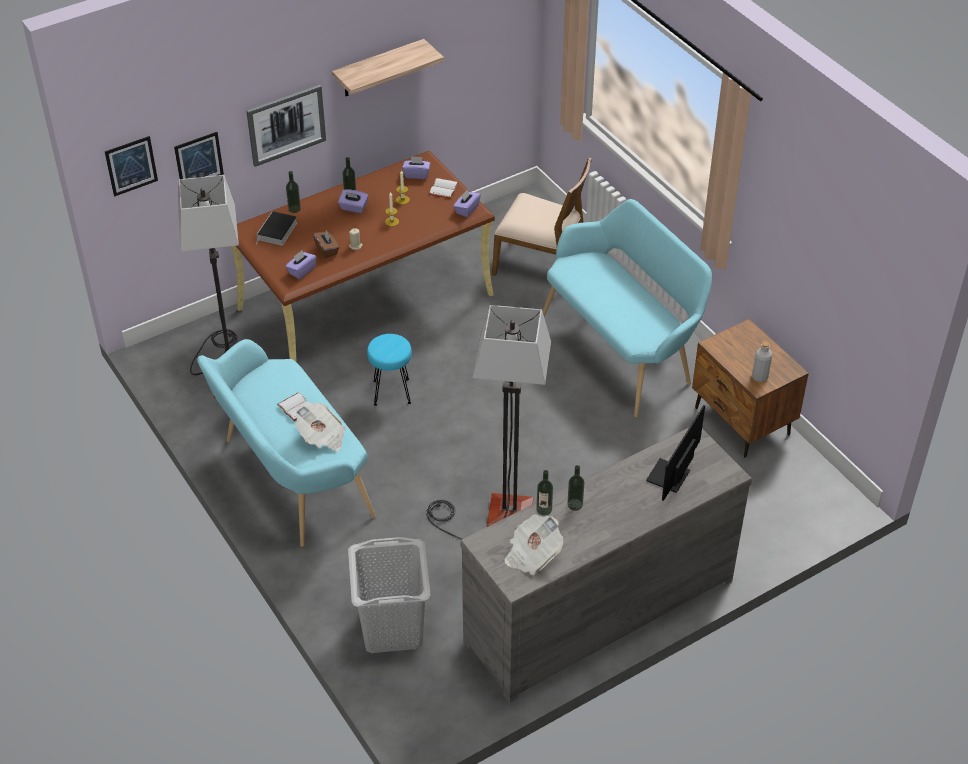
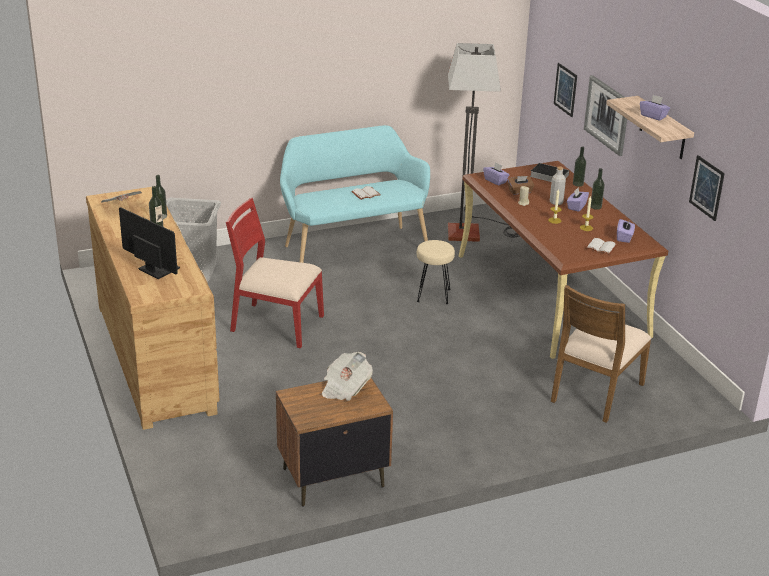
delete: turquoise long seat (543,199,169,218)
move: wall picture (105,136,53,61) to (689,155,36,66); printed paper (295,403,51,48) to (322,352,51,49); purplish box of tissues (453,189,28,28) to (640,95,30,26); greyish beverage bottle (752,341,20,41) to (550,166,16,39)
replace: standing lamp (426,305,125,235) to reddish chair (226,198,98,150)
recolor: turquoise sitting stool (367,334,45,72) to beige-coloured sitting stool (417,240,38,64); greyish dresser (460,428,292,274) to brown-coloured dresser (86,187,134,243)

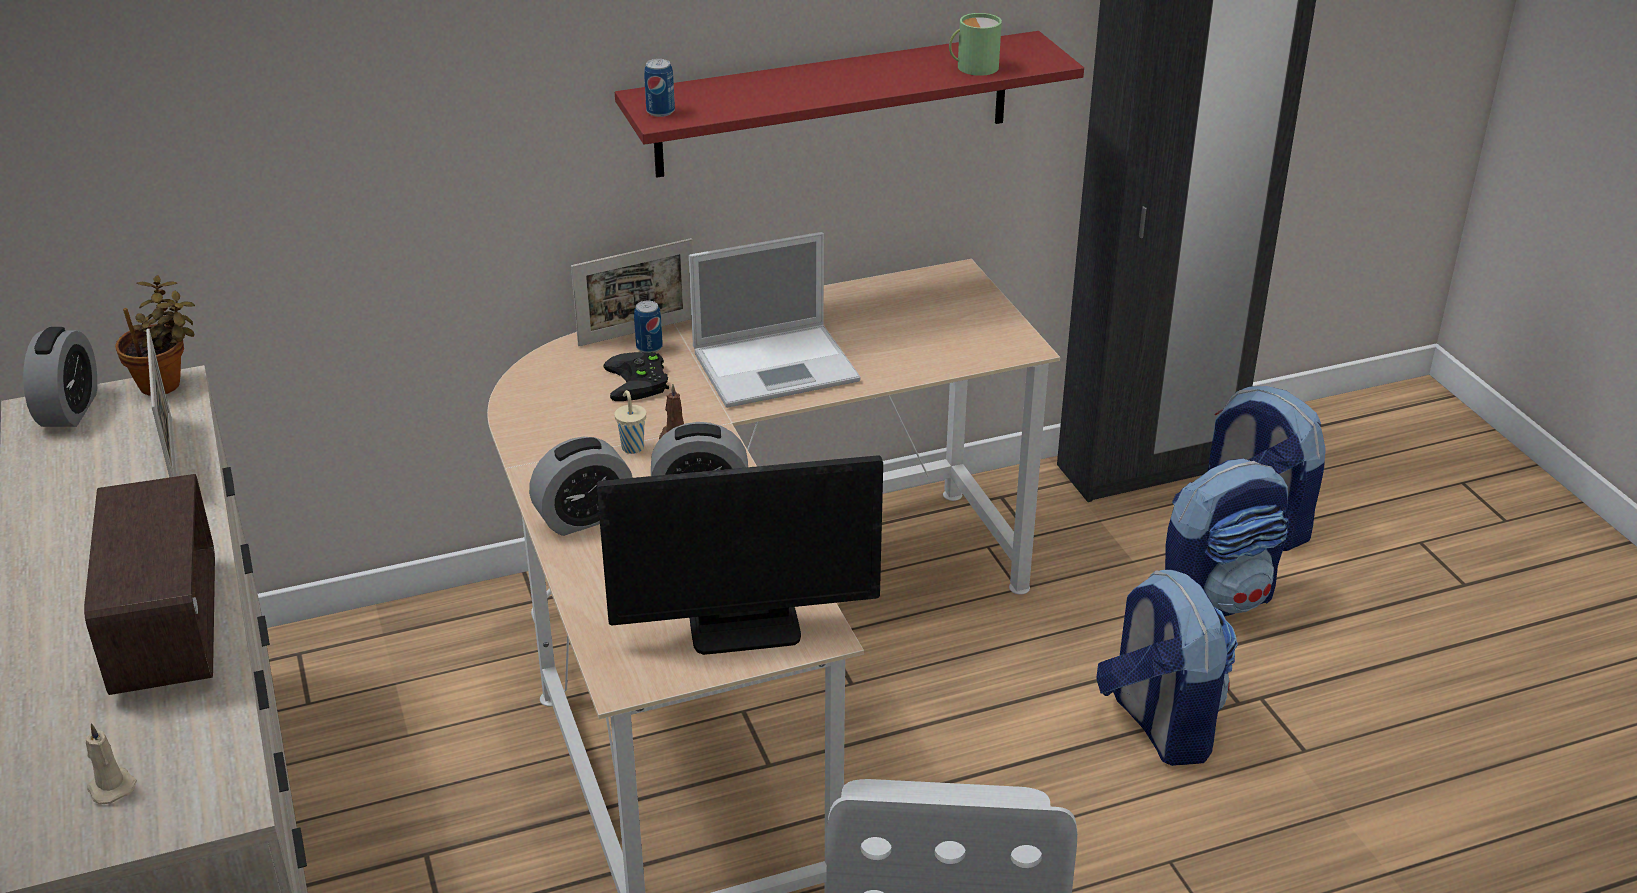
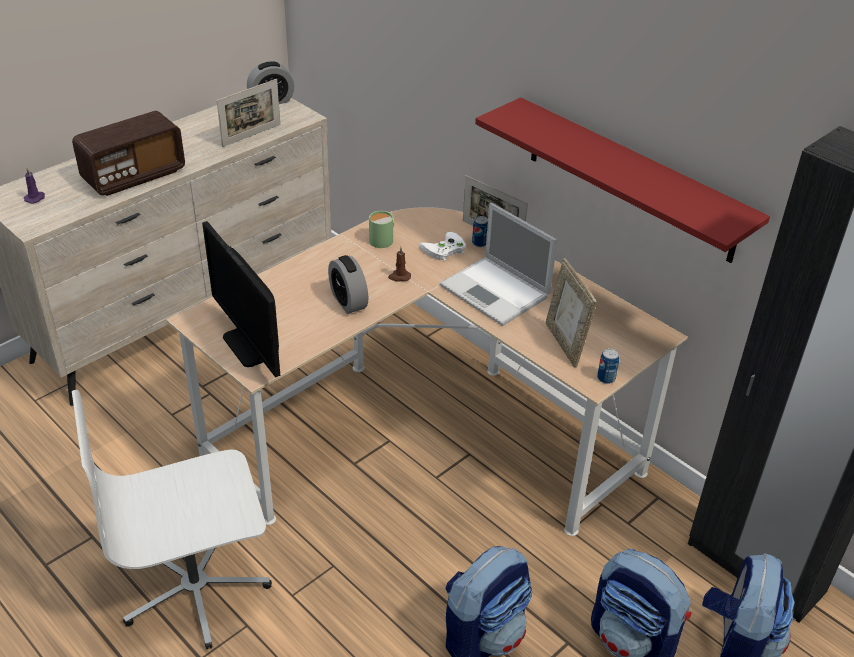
delete: potted plant (115,276,80,120); table clock (529,437,104,99); beige-coloured small cup (614,390,32,64)
insert: standing frame (546,258,51,109)
move: sealed can (644,59,31,58) to (597,348,22,36); greenish coffee mug (949,13,53,63) to (369,211,25,37)
recolor: beige-coloured wax light (86,723,51,81) to purplish wax light (24,168,21,36); blackish game controller (603,352,66,49) to white-coloured game controller (419,232,46,29)

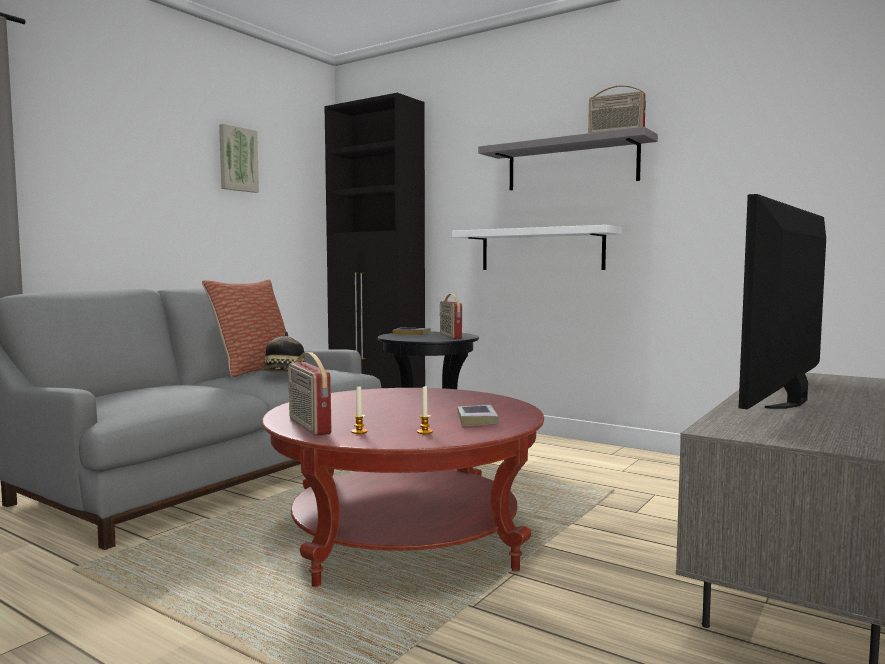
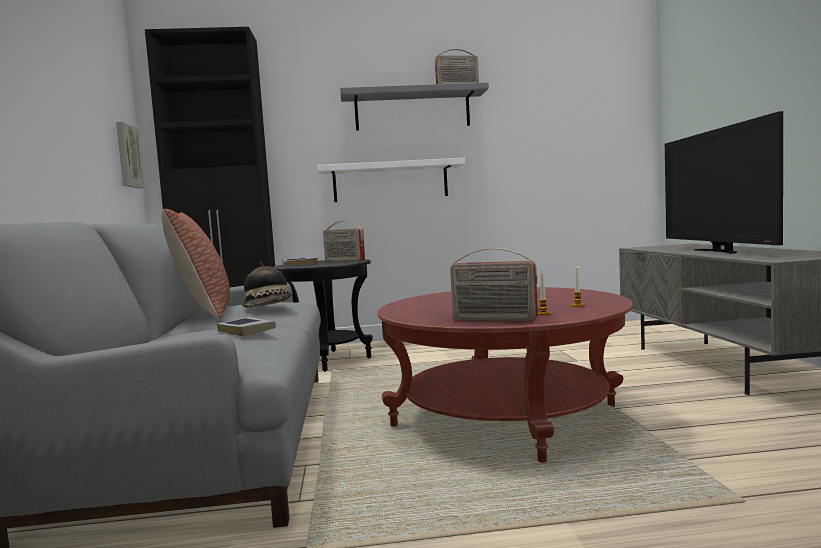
move: wall picture (219,124,40,69) to (116,122,29,66); book (457,405,42,21) to (217,317,59,20)

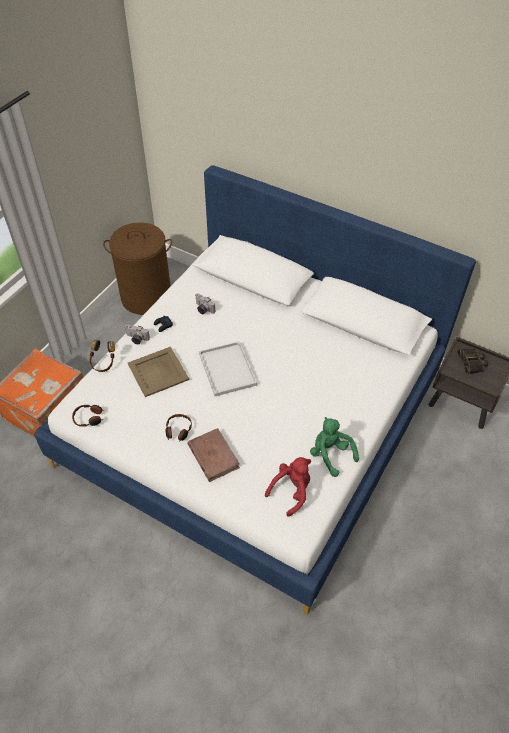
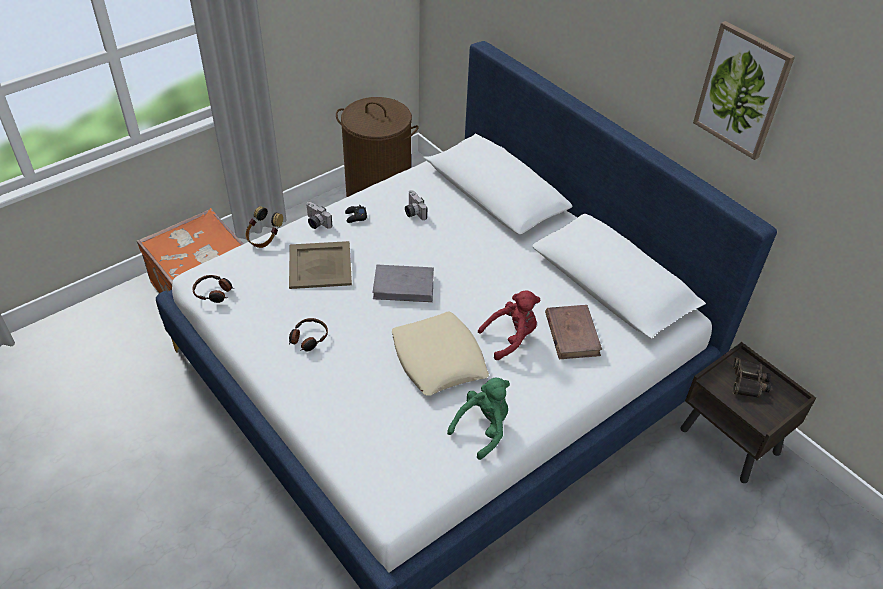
insert: beige-coloured cushion (392,311,97,85); wall picture (693,21,102,139)
move: brown-coloured book (187,428,53,54) to (545,305,57,54); reddish plush toy (265,457,46,60) to (478,291,62,69)
replace: white-coloured serving tray (199,341,58,55) to greyish book (372,265,62,37)
rotate: greenish plush toy (310,417,49,60) = (447,378,63,82) 60 degrees clockwise

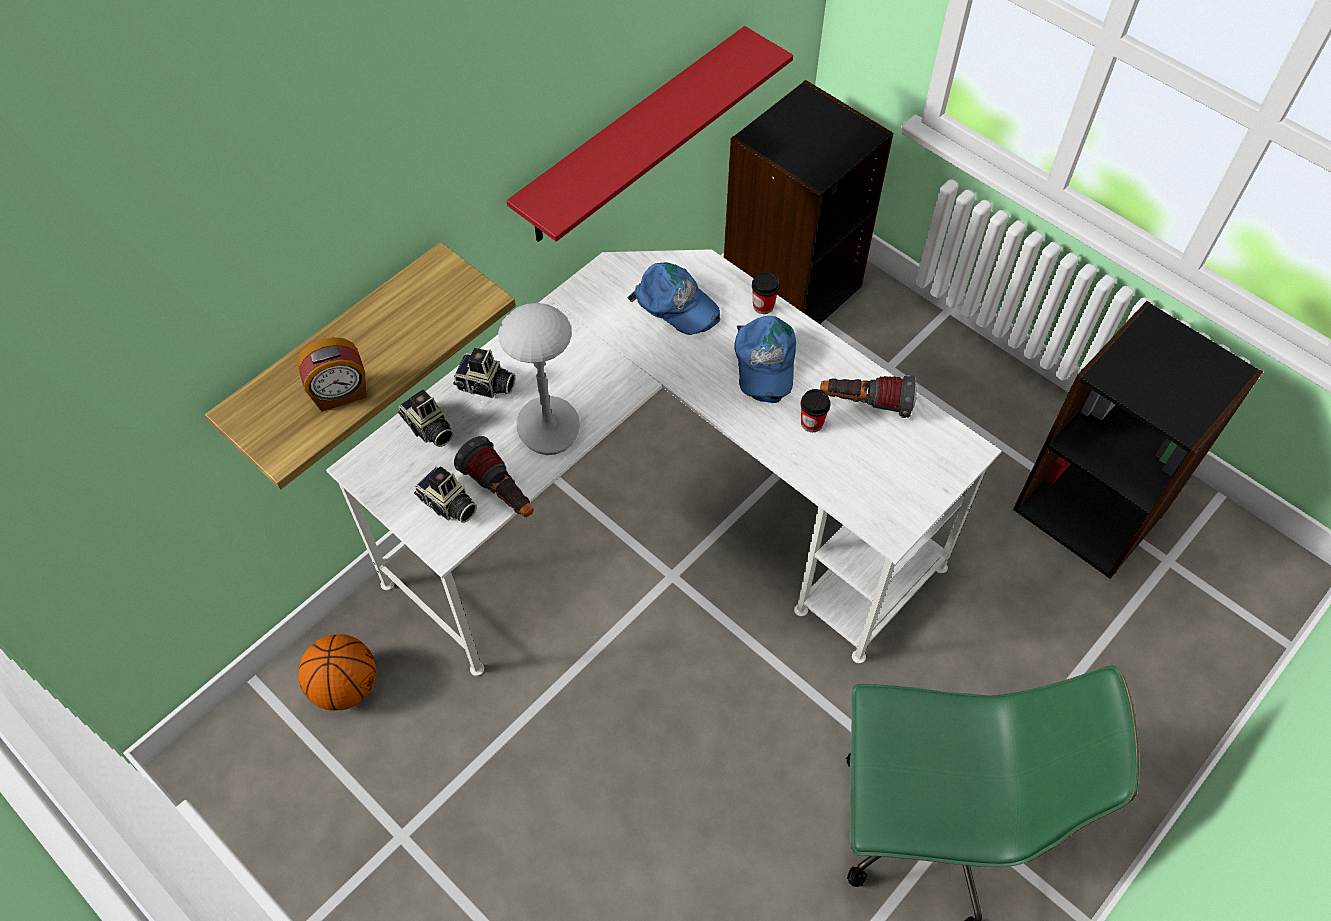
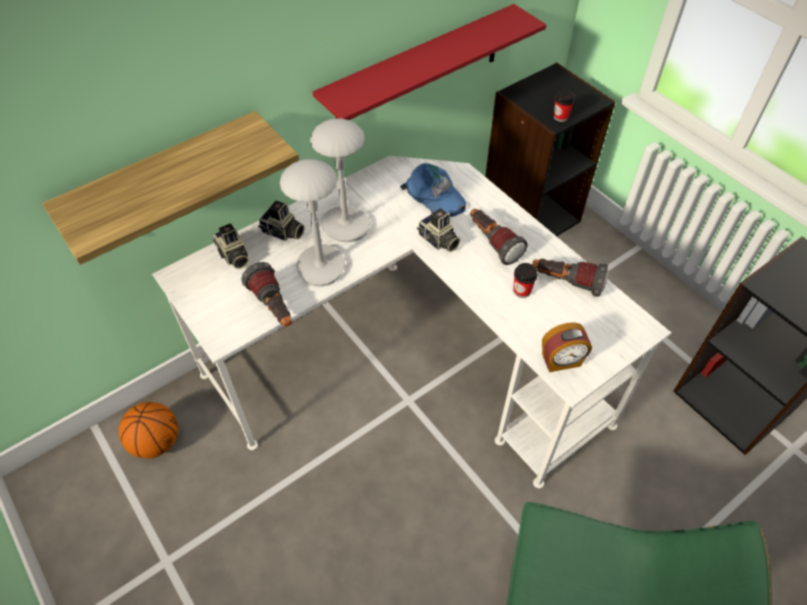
insert: greyish table lamp (310,118,60,124)
move: table clock (297,337,69,74) to (542,322,50,50); still camera (414,466,63,57) to (417,208,43,44); small cup (752,271,28,43) to (554,90,21,32)
replace: blue-coloured cap (734,316,62,87) to torch (471,209,57,56)

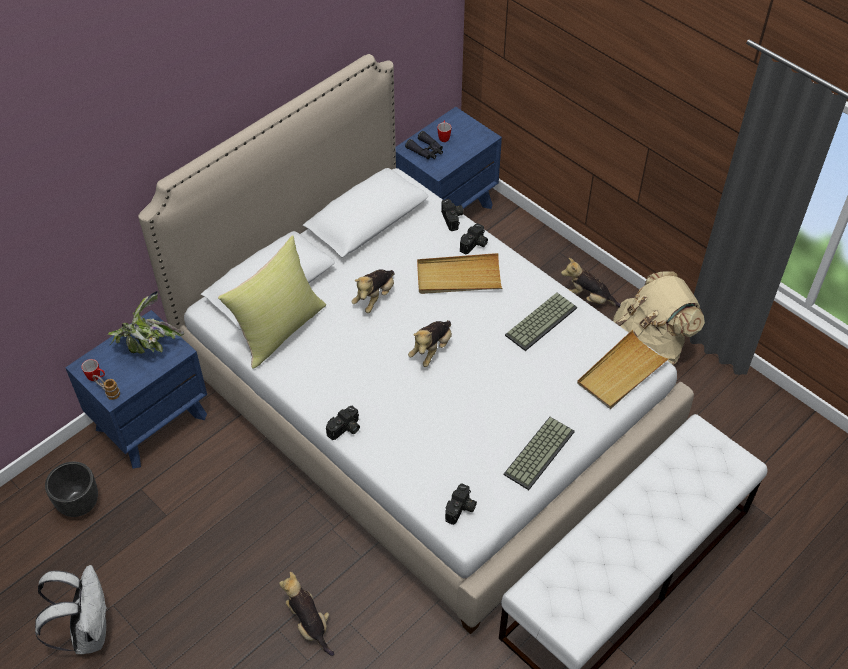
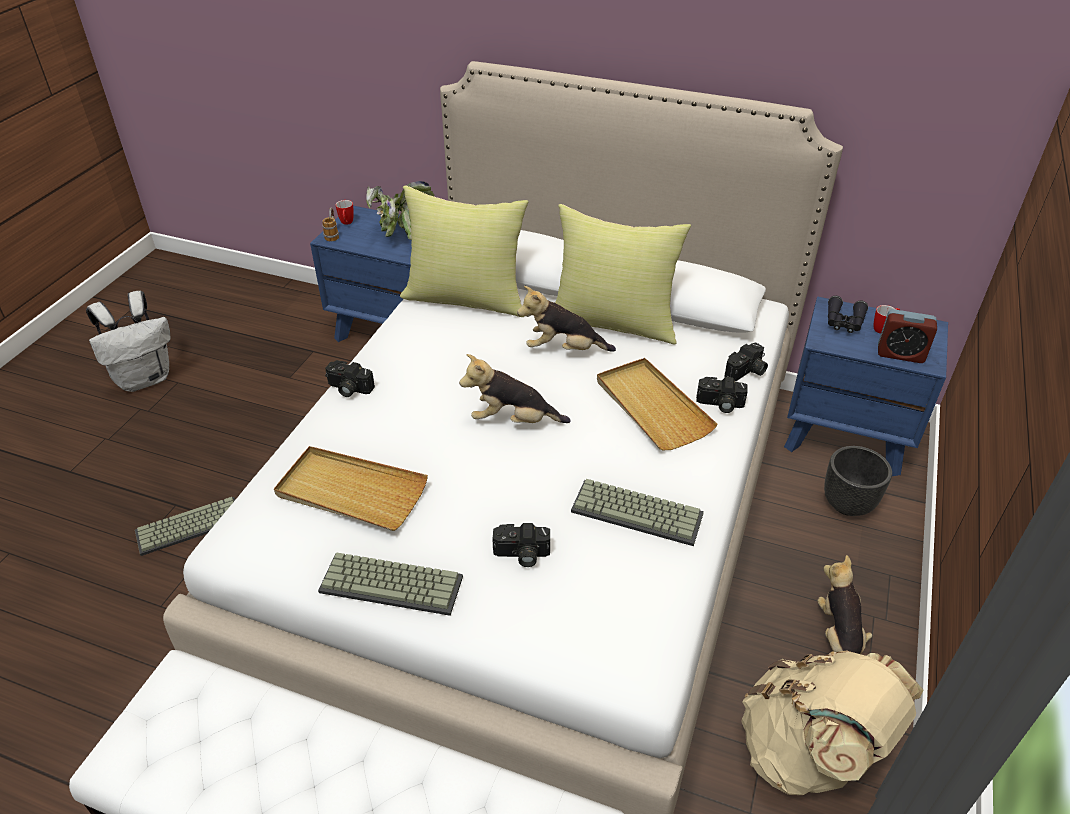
insert: yellowish cushion (555,204,136,141); table clock (878,309,59,54)
move: blackish flower pot (45,461,53,56) to (824,446,68,70); still camera (445,483,32,42) to (492,523,58,44); beige-coloured serving tray (577,330,93,79) to (274,446,154,85)
replace: plush toy (279,572,55,84) to PC keyboard (135,497,100,59)

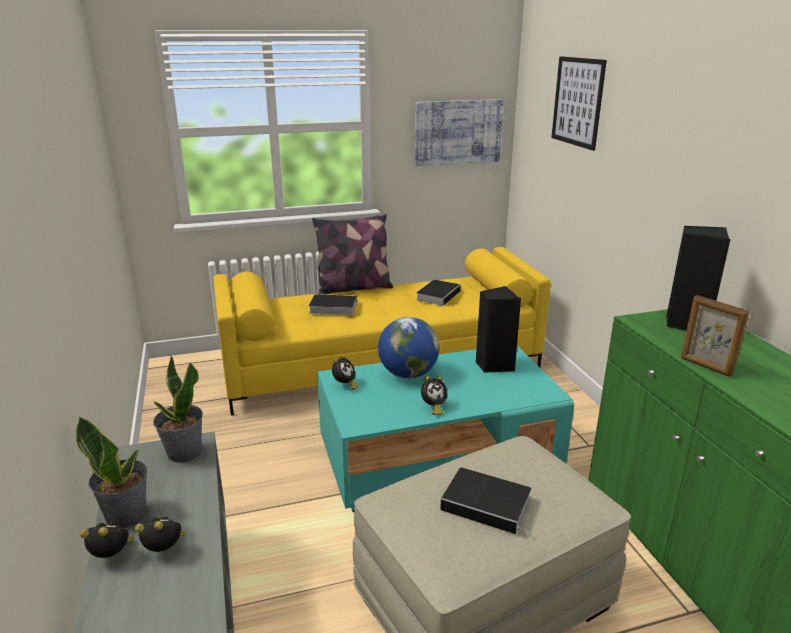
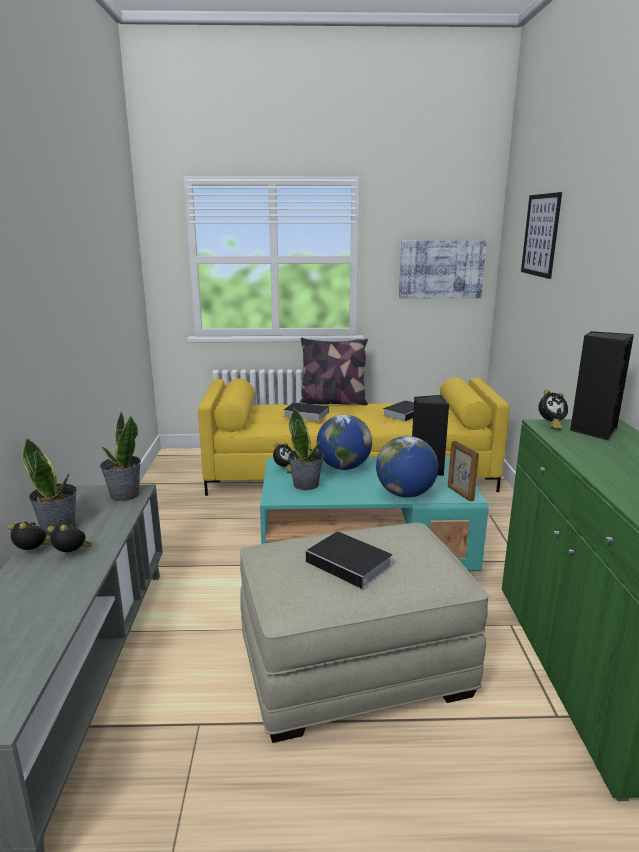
insert: potted plant (288,408,36,82); world globe (376,436,62,62)
move: table clock (421,376,26,39) to (539,390,29,40); standing frame (681,295,69,82) to (448,441,31,61)

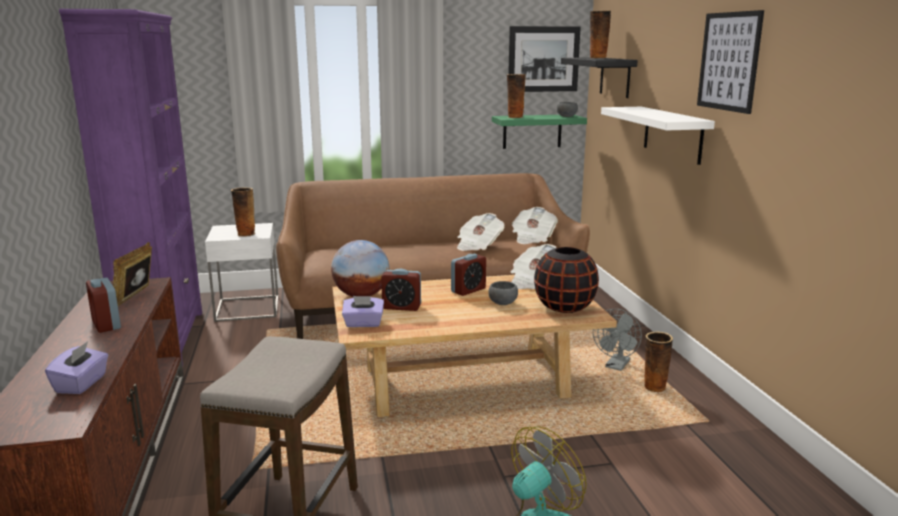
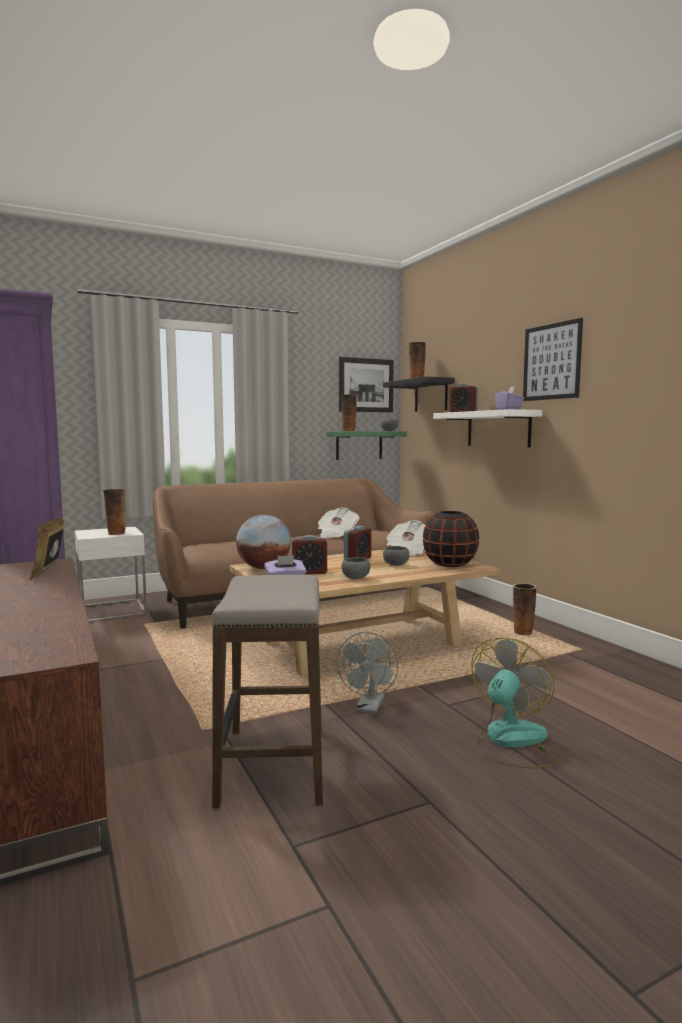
delete: printed paper (512,207,46,37)
insert: greyish deep dish (342,557,28,22)
move: purplish box of tissues (45,341,63,53) to (495,386,29,24); table clock (86,278,35,55) to (450,383,28,29); greyish fan (593,309,49,62) to (337,632,61,82)

